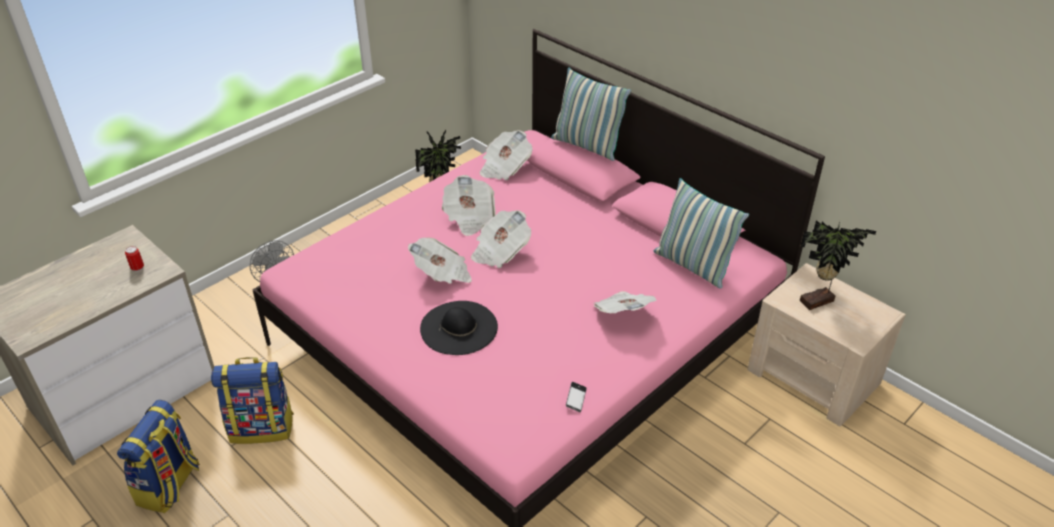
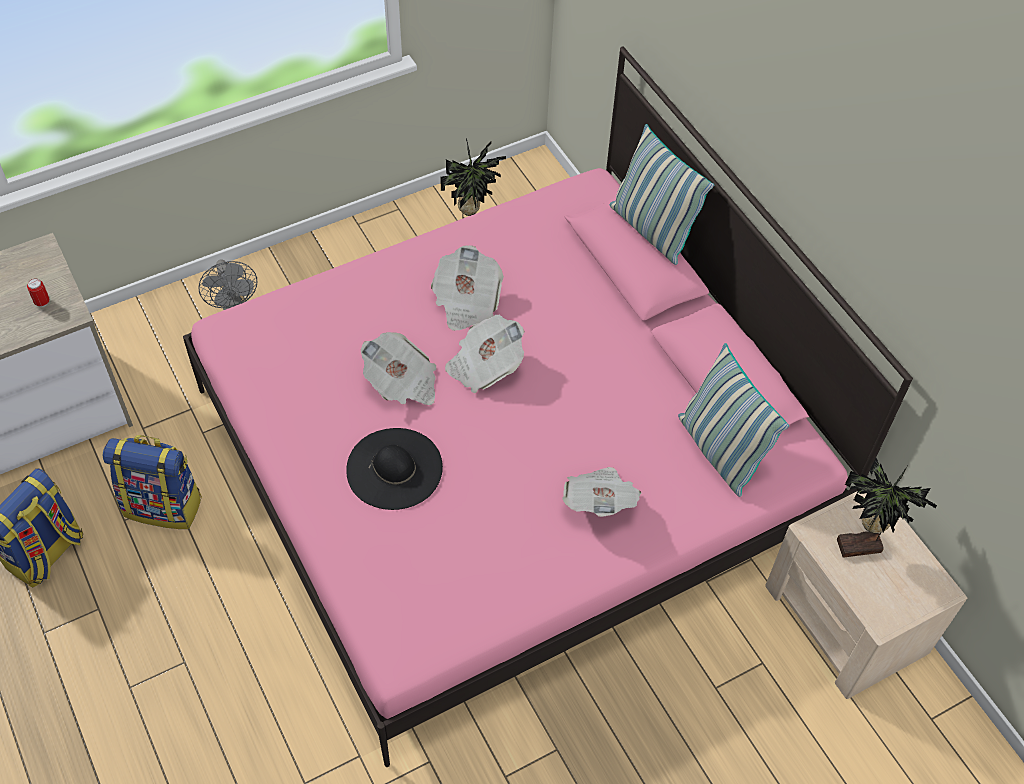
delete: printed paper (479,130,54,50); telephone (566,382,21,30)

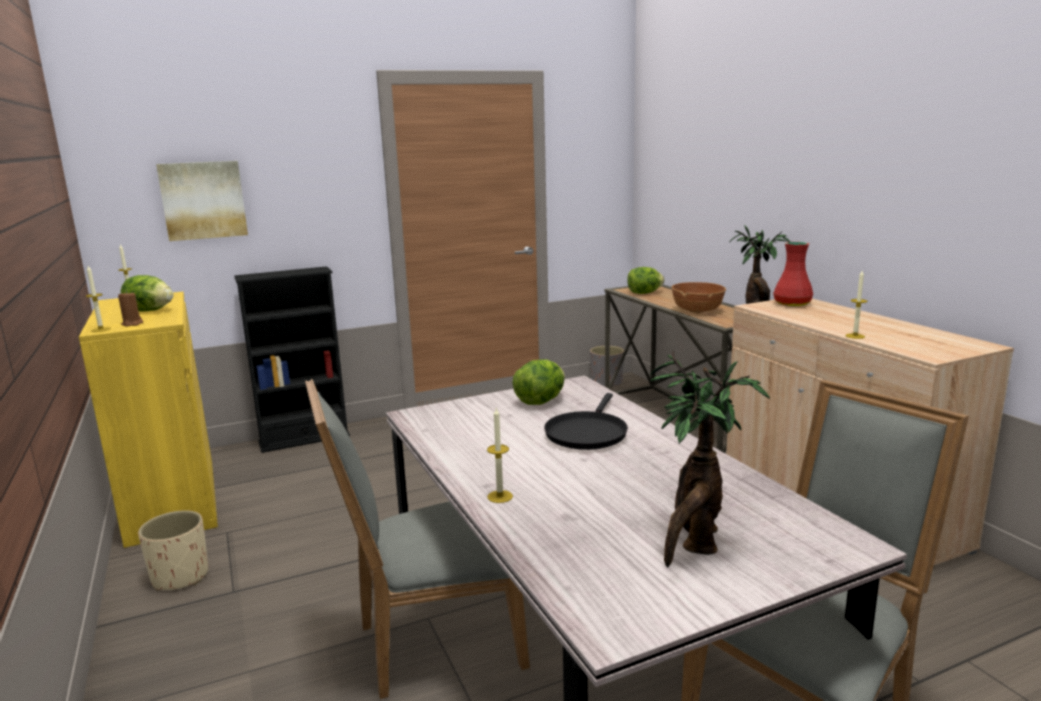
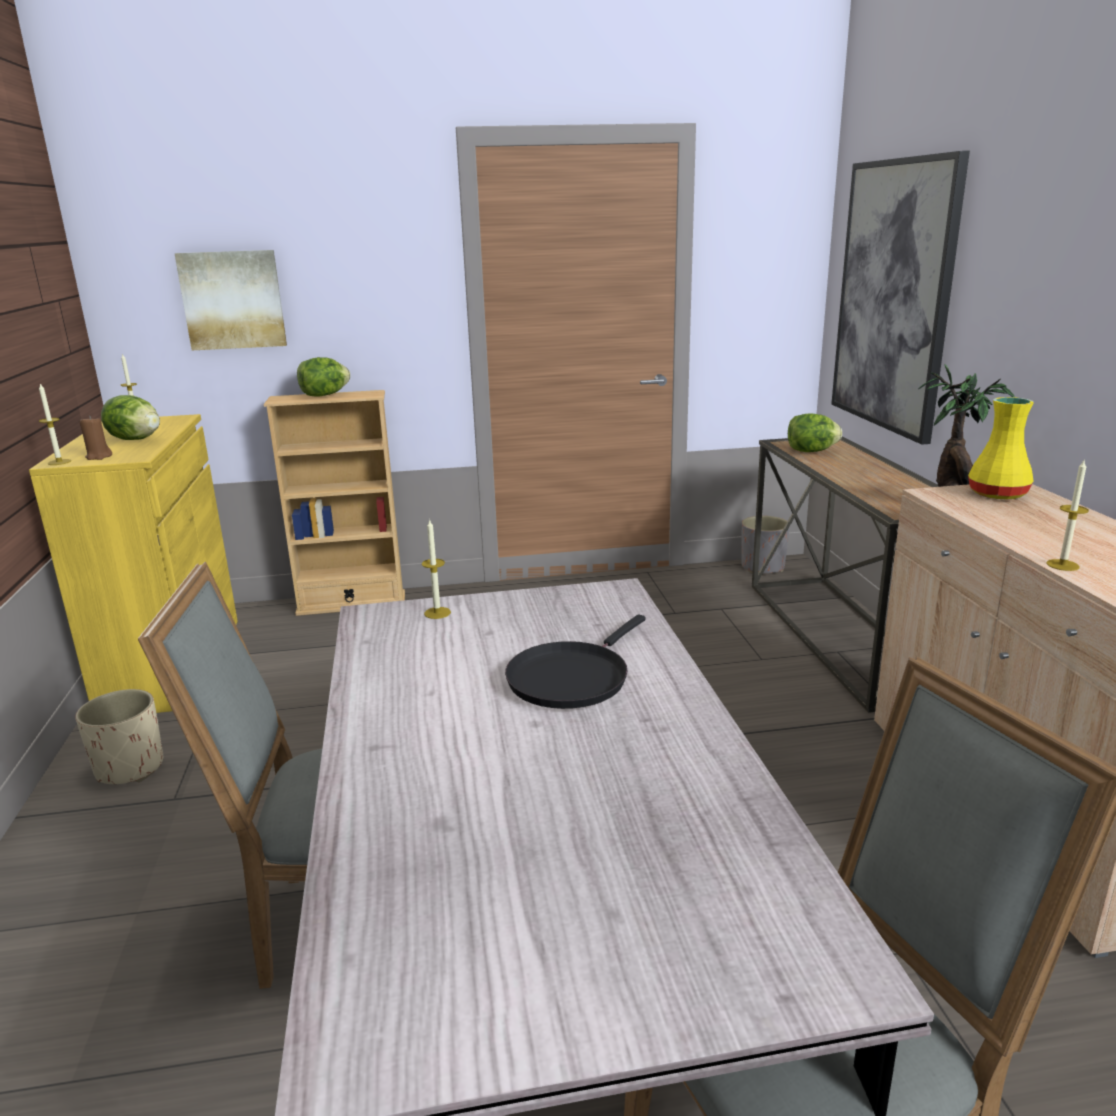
delete: potted plant (650,352,120,215); brown-coloured deep dish (671,282,55,32)
insert: wall picture (831,151,139,294)
move: wax light (487,408,26,95) to (422,519,29,100); lettuce head (513,359,52,46) to (297,357,53,40)
recolor: blackish shelving unit (234,267,116,186) to beige-coloured shelving unit (264,390,141,226); reddish decorative vase (773,242,40,64) to yellowish decorative vase (968,397,66,102)

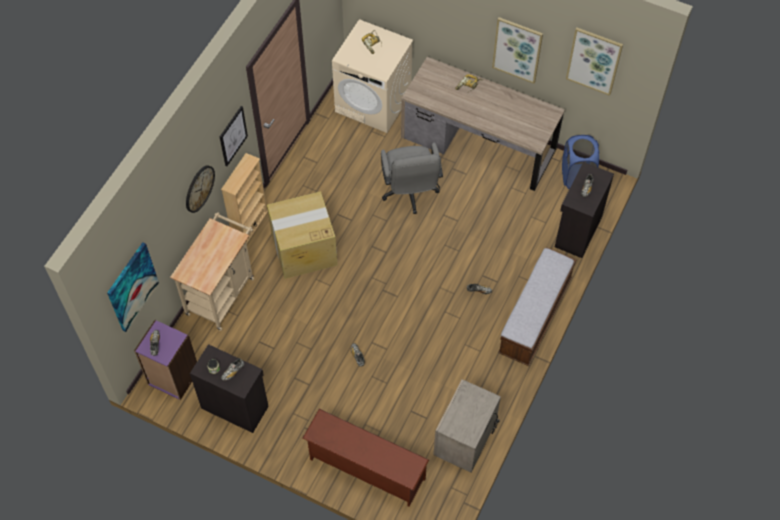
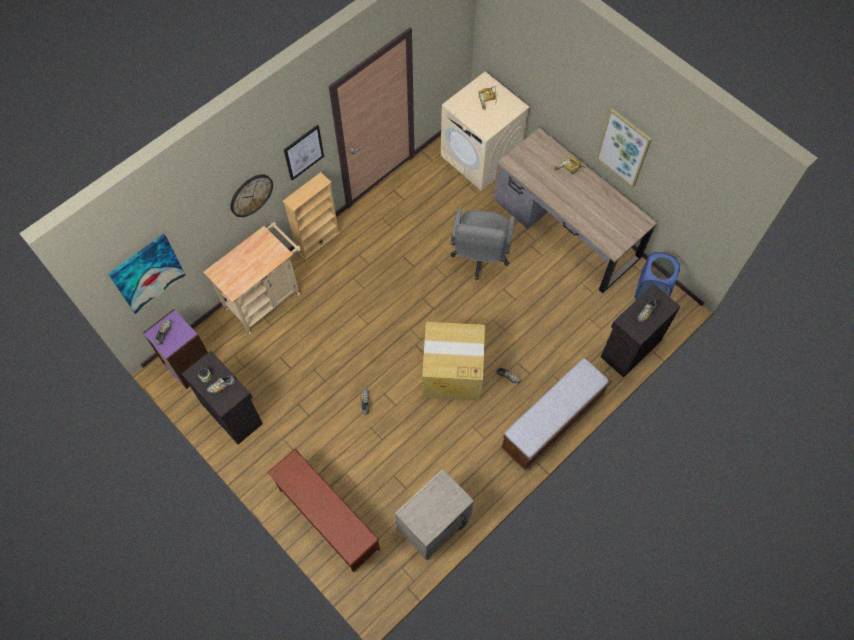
delete: wall picture (566,27,57,69)
move: packing box (267,192,70,87) to (422,322,63,79)

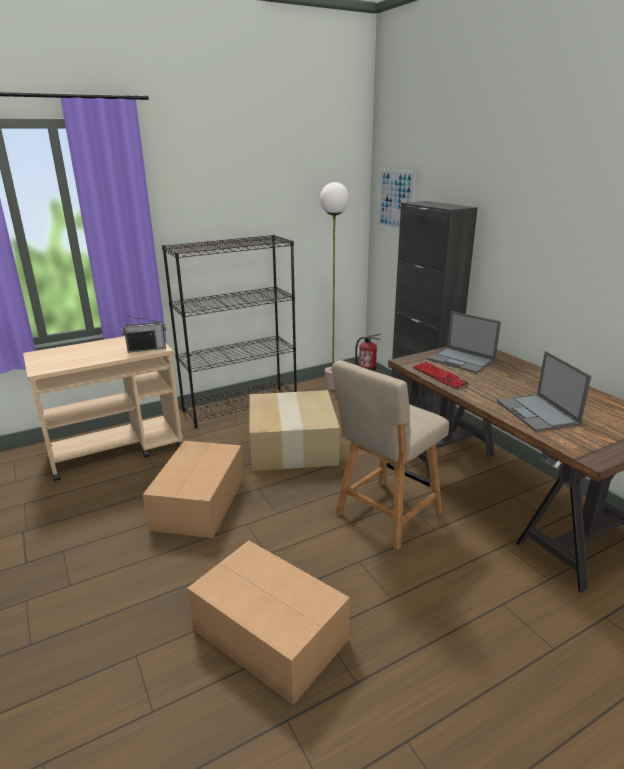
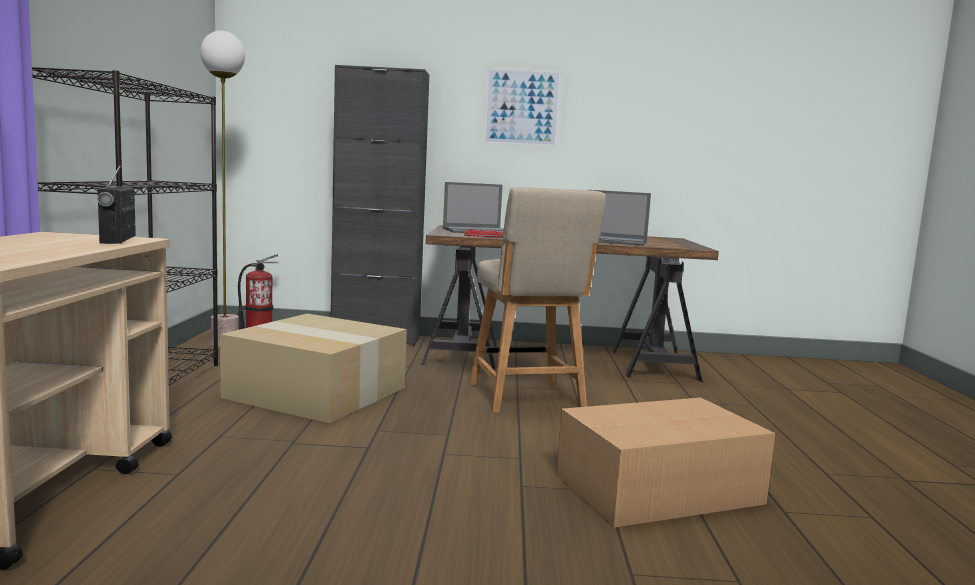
delete: packing box (143,441,101,97)
move: wall picture (378,169,38,61) to (483,67,79,80)
rotate: radio set (121,315,45,38) = (97,165,39,79) 150 degrees clockwise

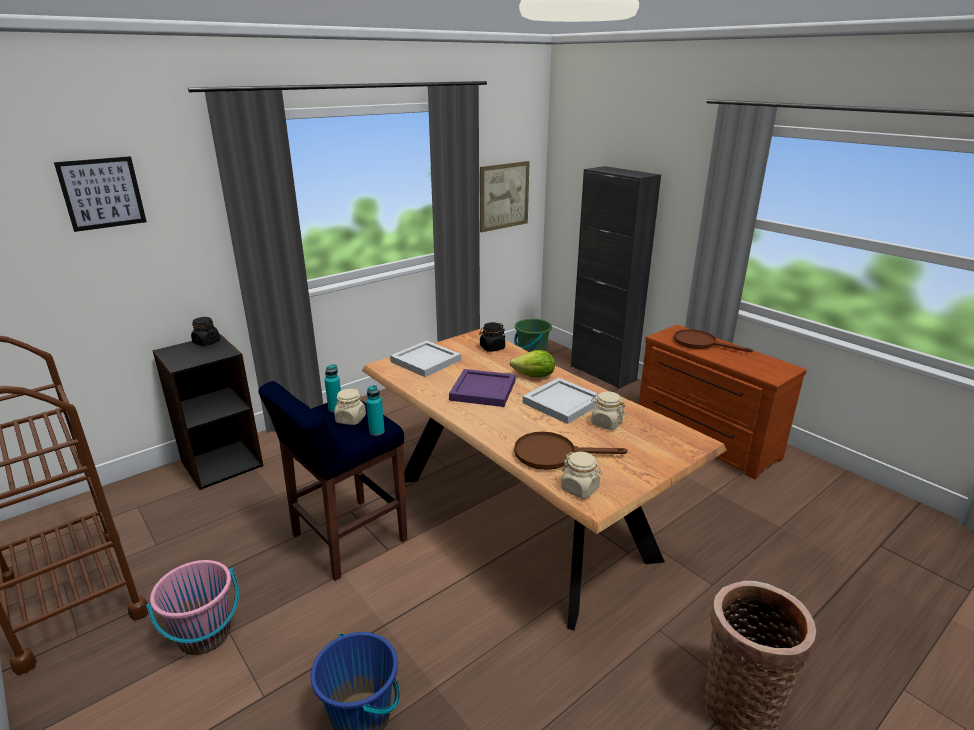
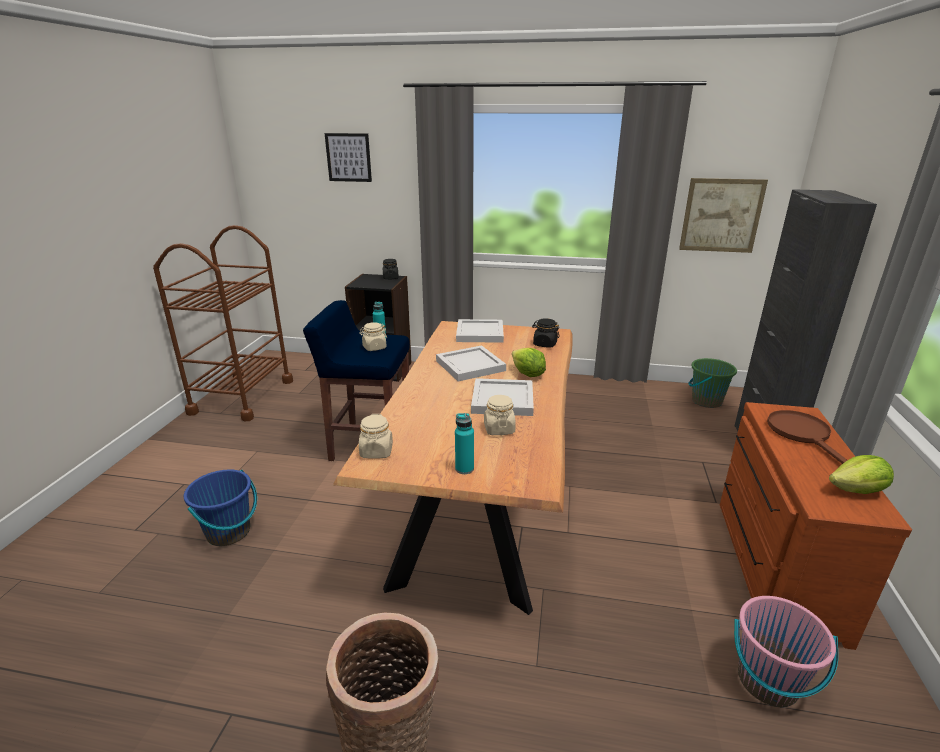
delete: brown-coloured skillet (514,431,114,39)
insert: lettuce head (829,455,65,39)
move: pinkish pail (146,560,93,95) to (734,596,104,111); turquoise beverage bottle (366,385,19,51) to (455,413,19,61)
recolor: purplish serving tray (449,369,67,38) to white-coloured serving tray (436,345,70,37)

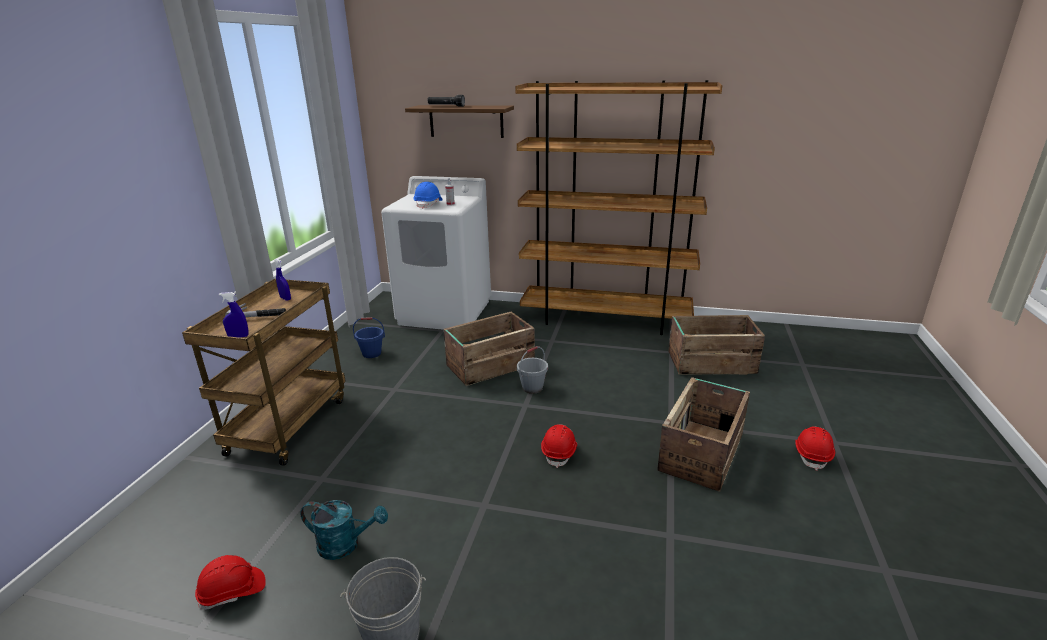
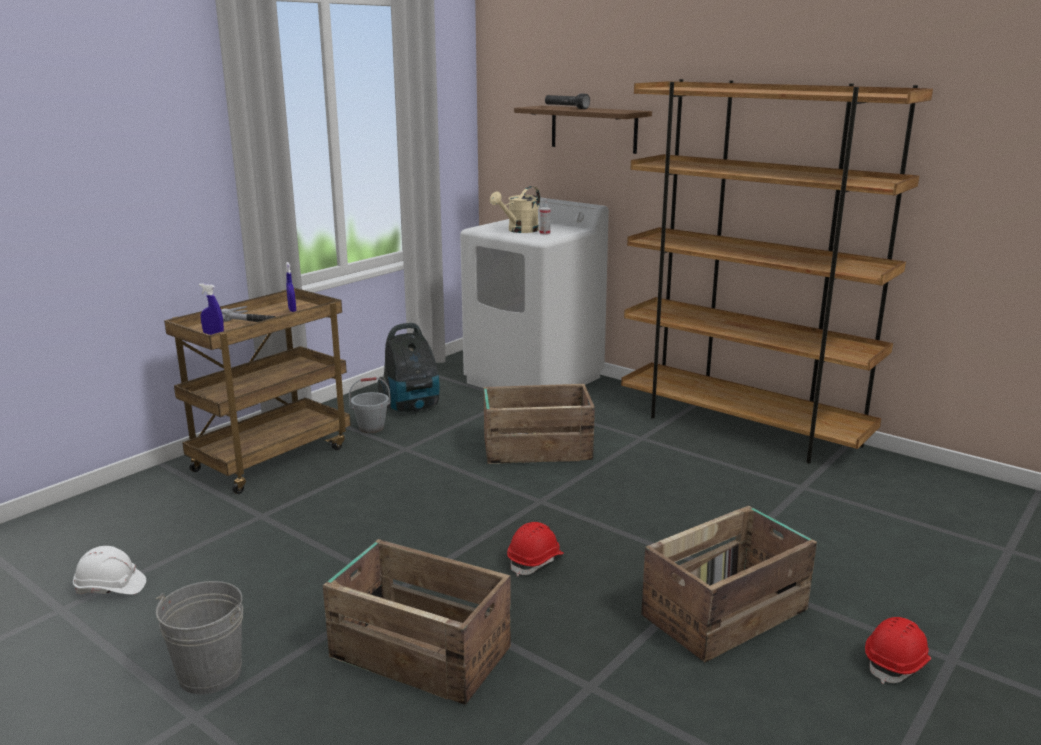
delete: turquoise watering pot (301,500,87,60)
move: greyish pail (517,346,31,48) to (349,377,42,56); crate (668,315,97,60) to (323,539,188,166)
replace: blue-coloured pail (353,317,32,41) to vacuum (378,323,61,89); blue-coloured hard hat (413,182,30,27) to beige-coloured watering pot (490,186,50,47)
recolor: reddish hard hat (195,555,71,55) to white-coloured hard hat (73,546,73,48)

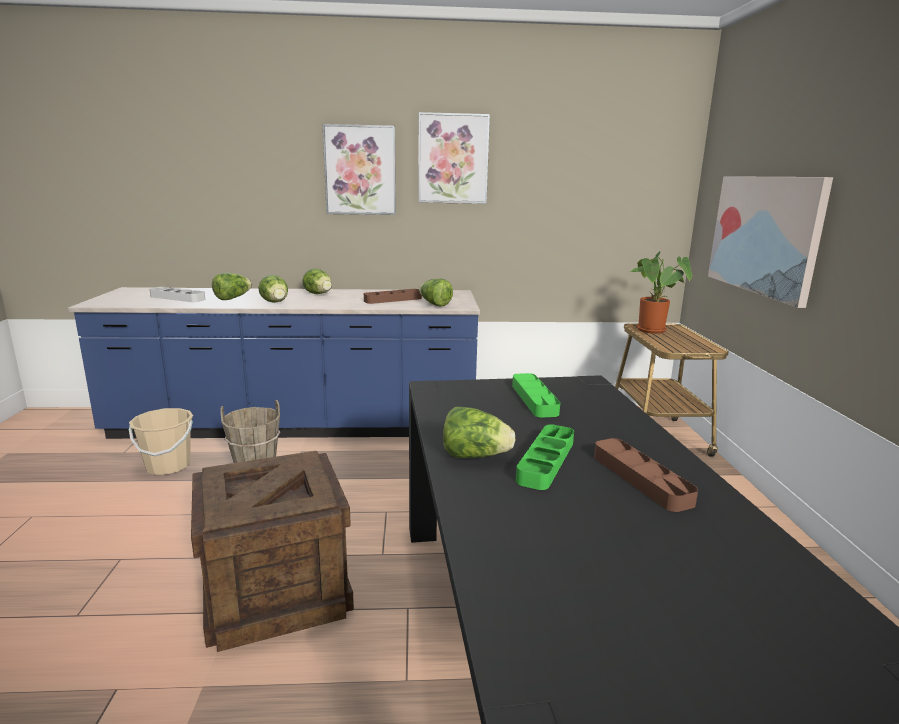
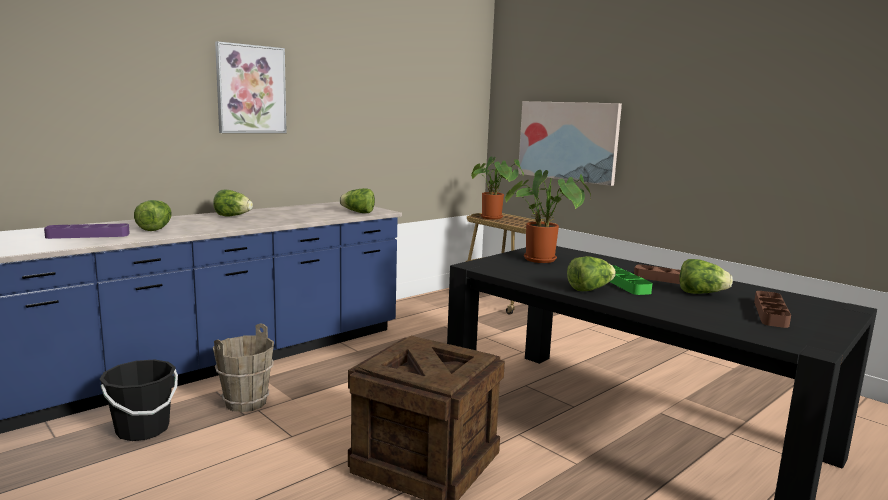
delete: wall picture (418,112,72,92)
move: lettuce head (258,275,30,28) to (680,259,53,35); brown-coloured serving tray (364,289,58,15) to (754,291,37,37)
replace: greenish serving tray (512,373,48,44) to potted plant (505,170,86,93)
recolor: beige-coloured pail (129,408,64,67) to blackish pail (100,360,78,81); greyish serving tray (150,287,55,15) to purplish serving tray (44,224,86,15)

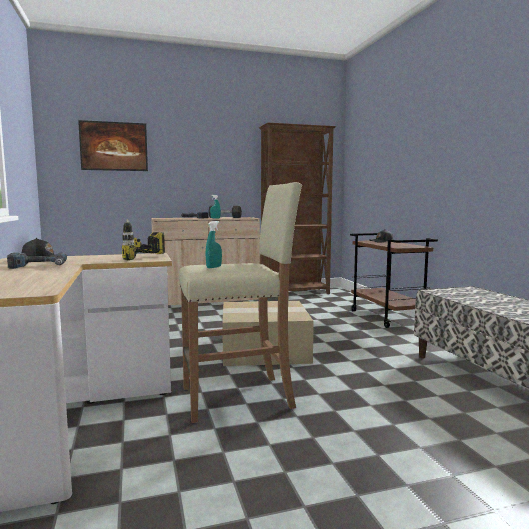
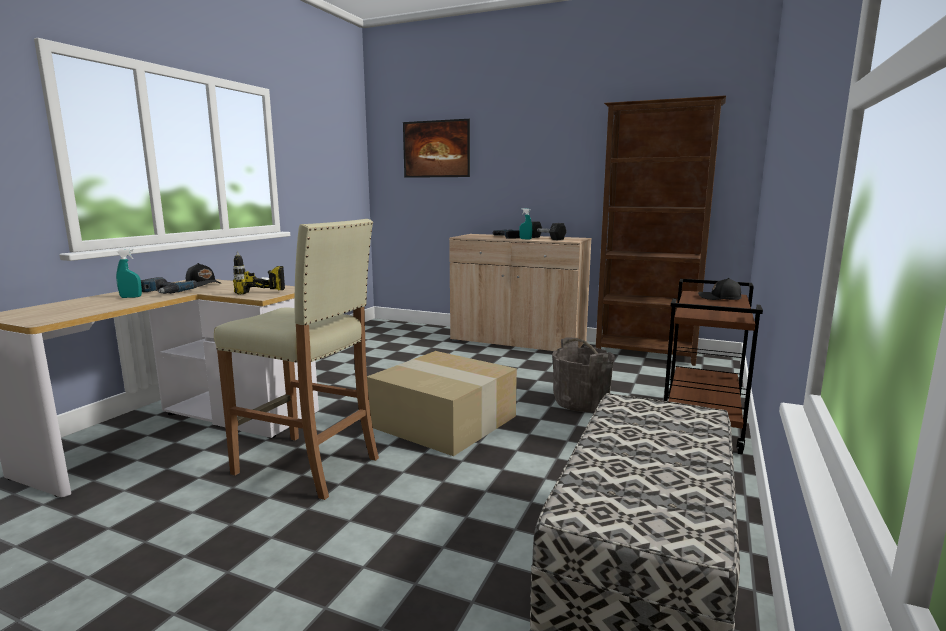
insert: greyish pail (552,337,63,75)
move: turquoise spray bottle (206,221,16,47) to (116,249,26,49)

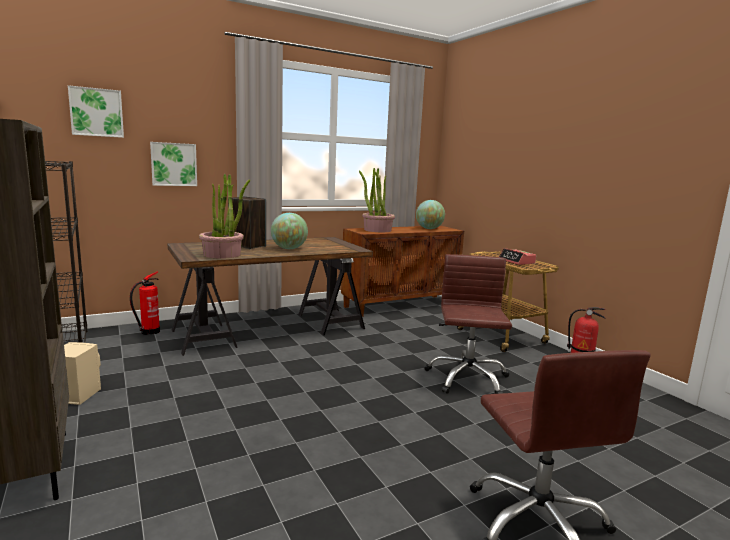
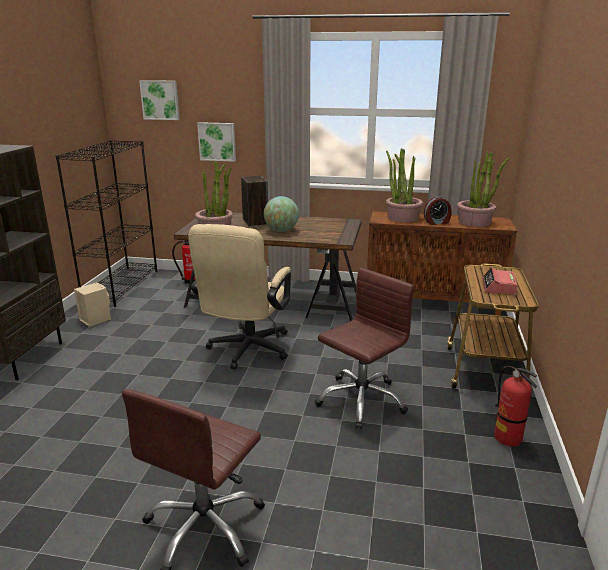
insert: beige-coloured computer chair (188,224,103,146); table clock (424,197,28,28)
replace: world globe (416,200,29,29) to potted plant (457,151,53,76)

